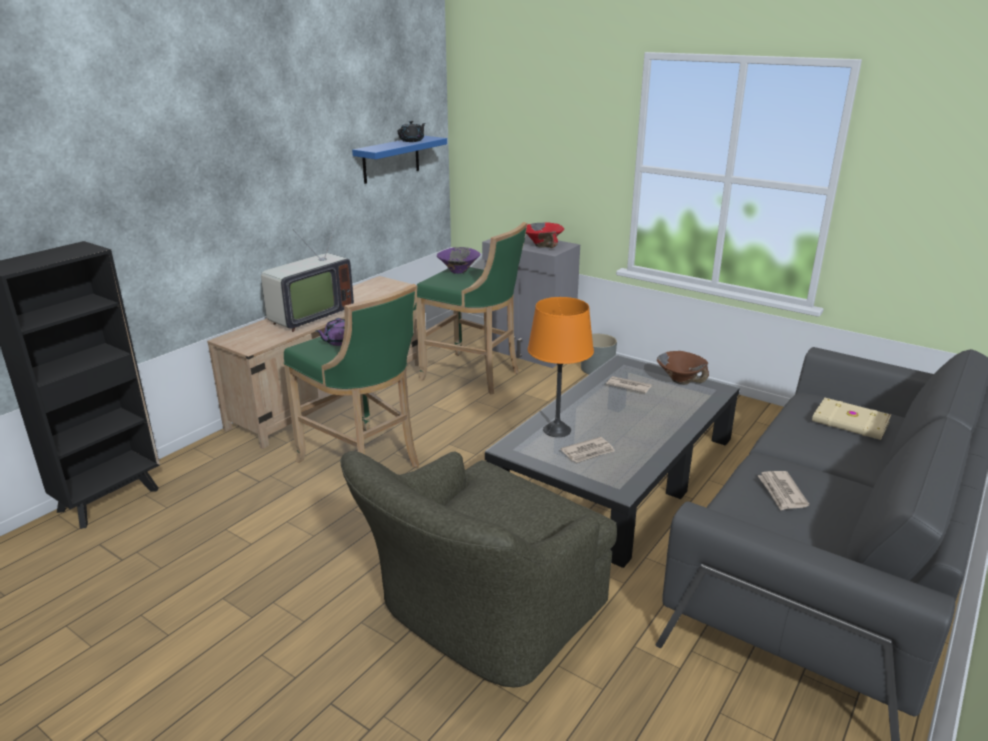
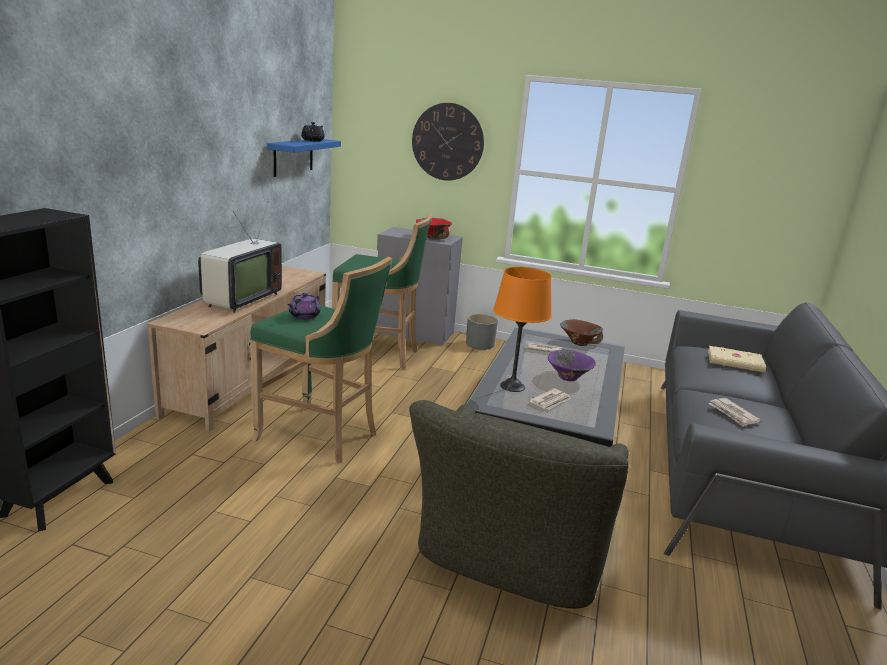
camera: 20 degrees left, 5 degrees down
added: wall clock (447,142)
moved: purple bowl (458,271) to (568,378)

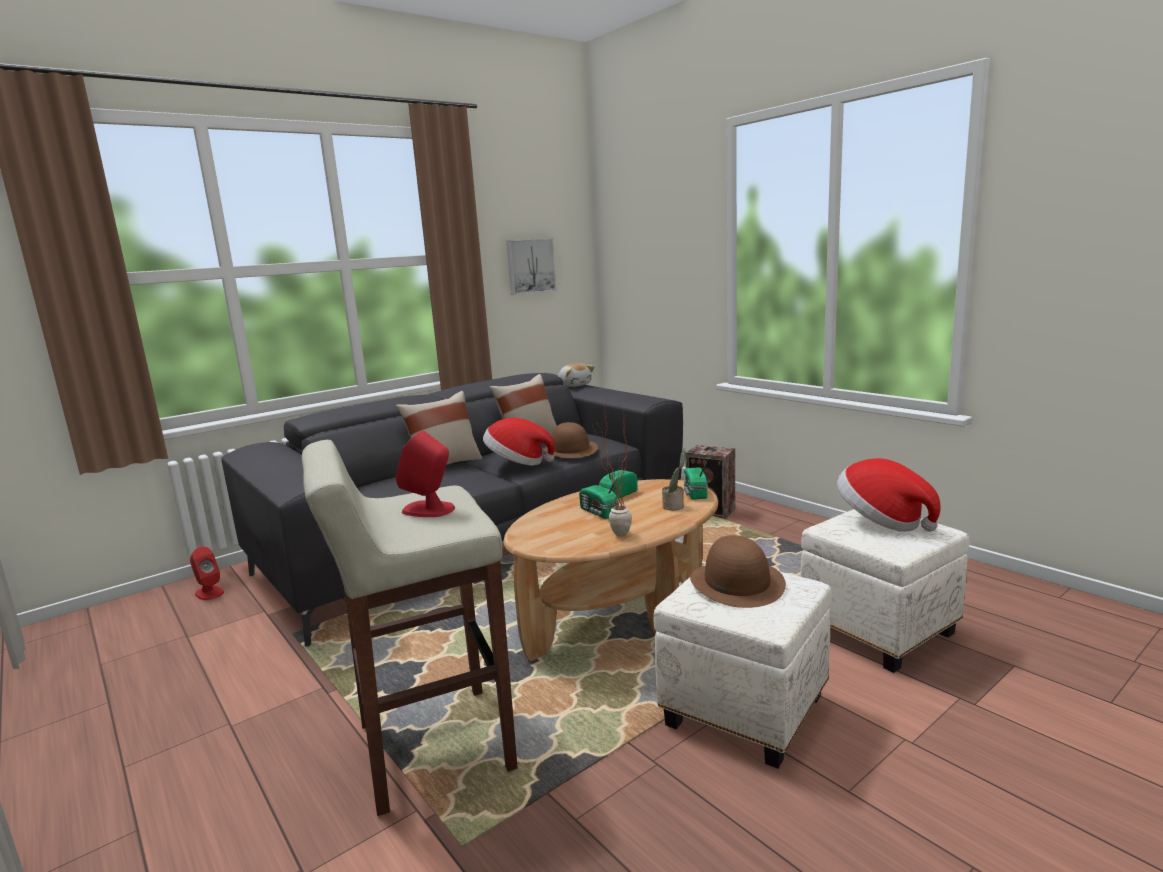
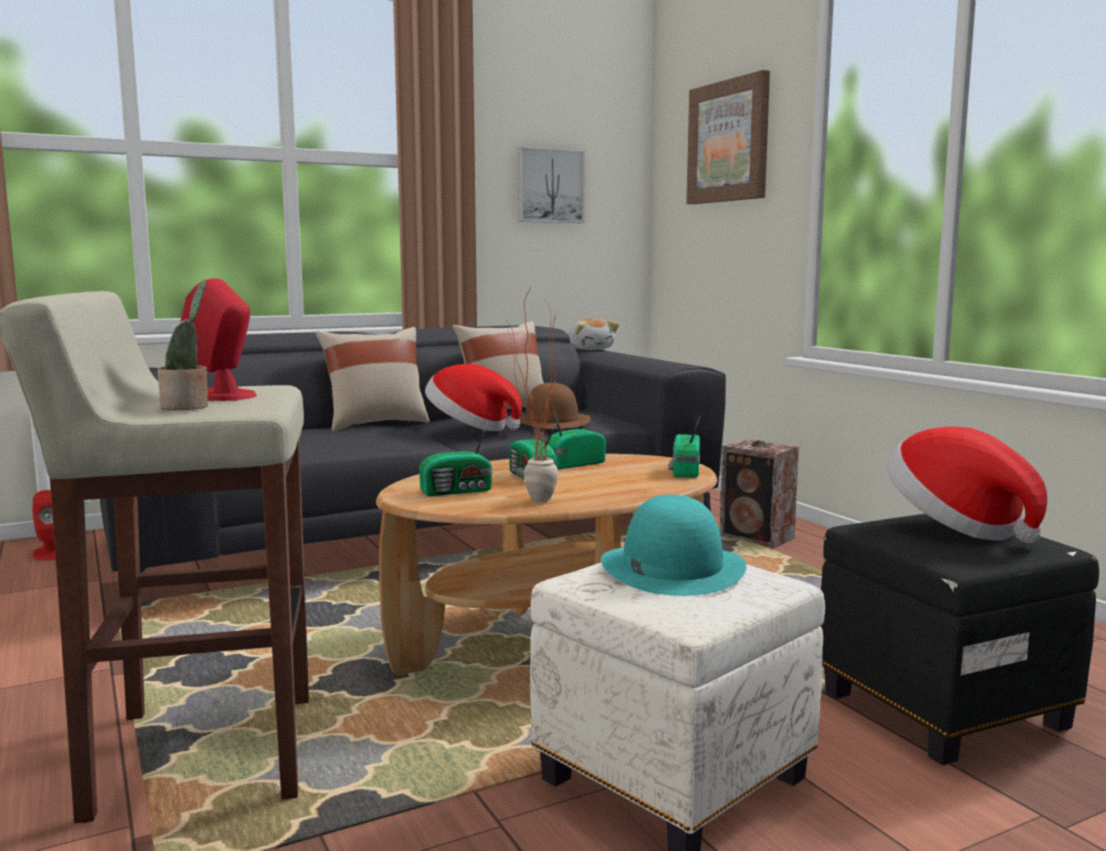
camera: 10 degrees right, 5 degrees down
added: radio (459,491); picture (729,141)
moved: potted plant (674,506) to (188,407)
recoloured: brown hat (736,583) to turquoise hat (672,568); white ottoman (878,632) to black ottoman (942,710)

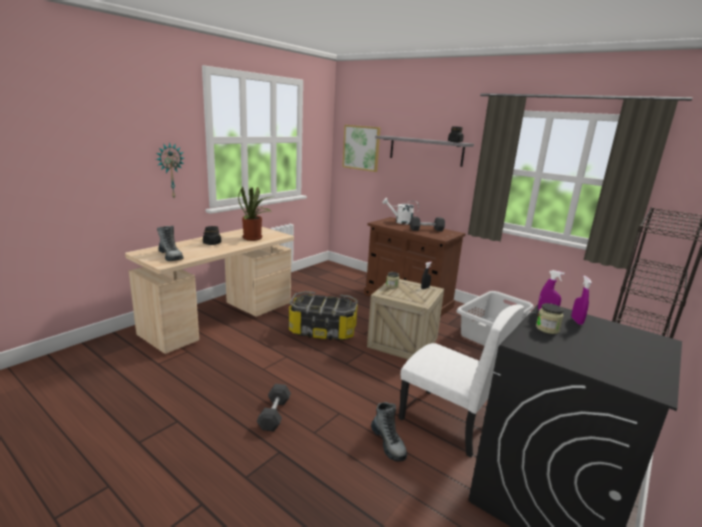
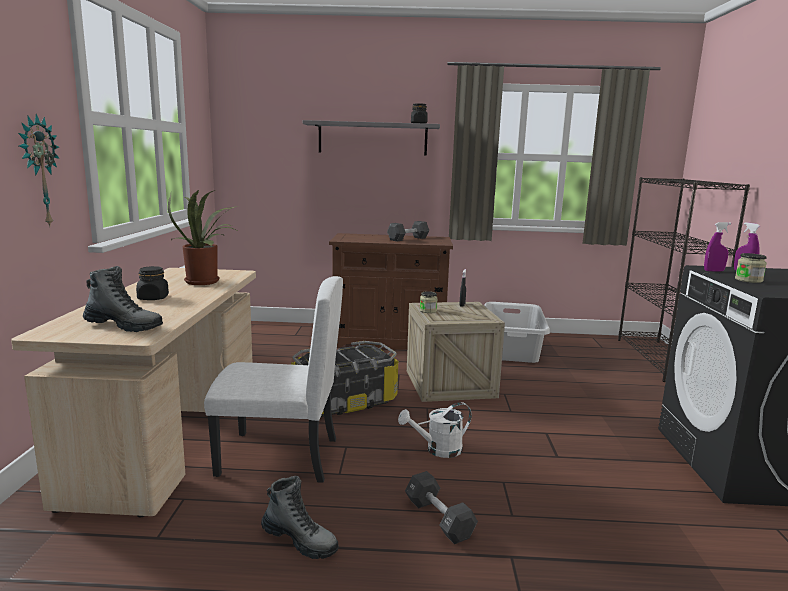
camera: 35 degrees left, 5 degrees down
removed: picture (361,148)
moved: boot (388,443) to (300,540); white watering can (400,222) to (438,450); white chair (446,421) to (278,457)

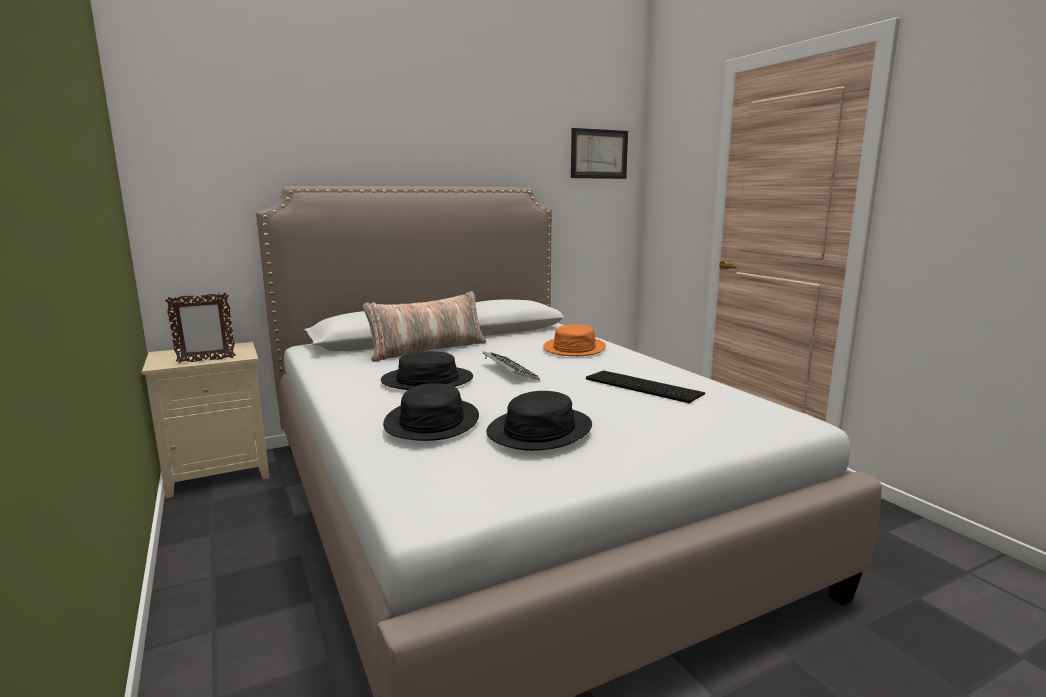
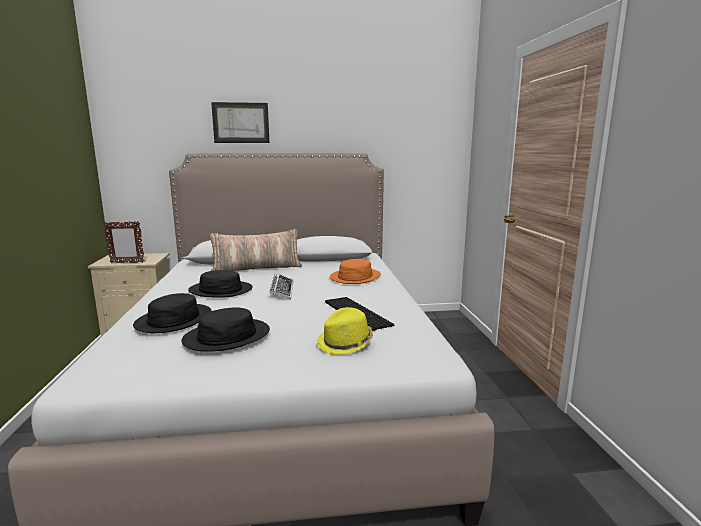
camera: 20 degrees right, 0 degrees up
added: yellow hat (346,343)
moved: picture (599,154) to (241,123)

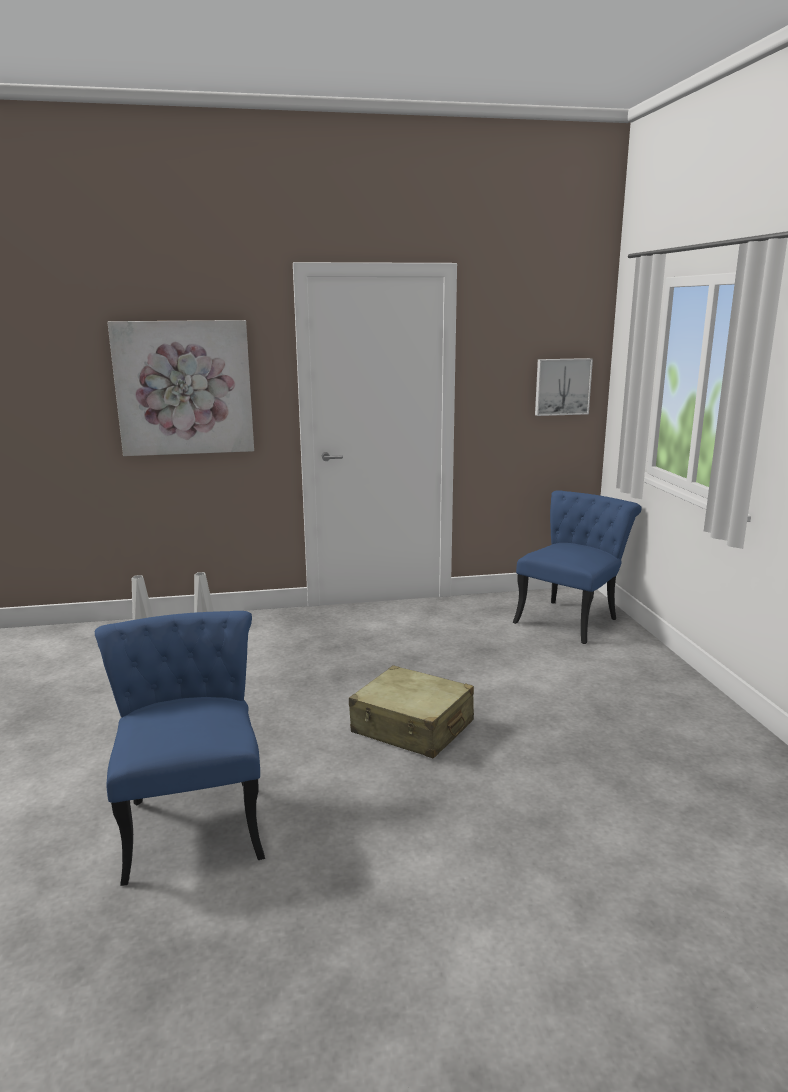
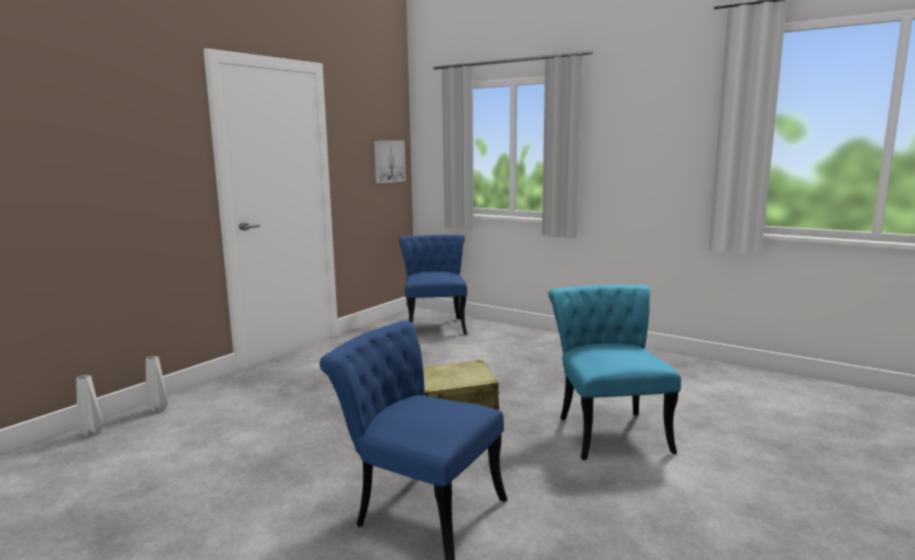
camera: 45 degrees left, 5 degrees down
removed: picture (184,388)
added: turquoise chair (608,429)

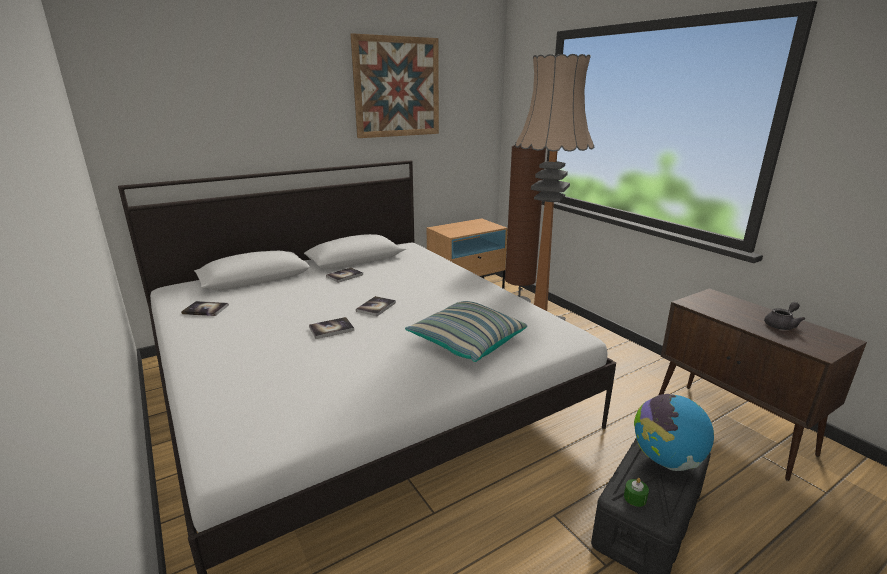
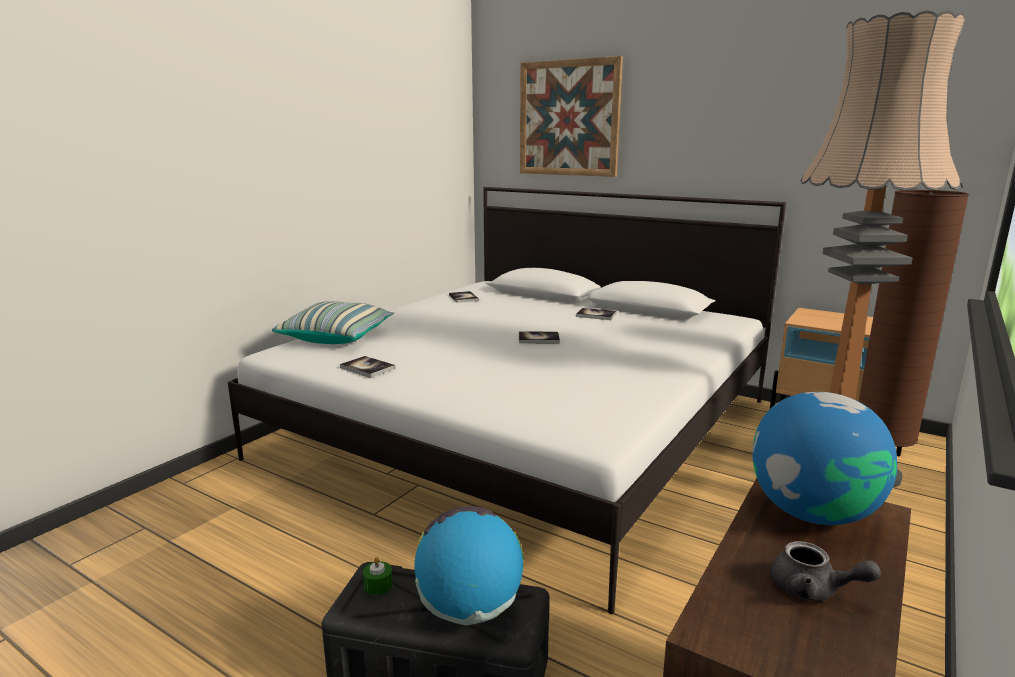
camera: 65 degrees right, 5 degrees down
added: globe (812,513)
moved: book (331,329) to (367,368); picture (397,87) to (568,118); pillow (466,343) to (337,337)

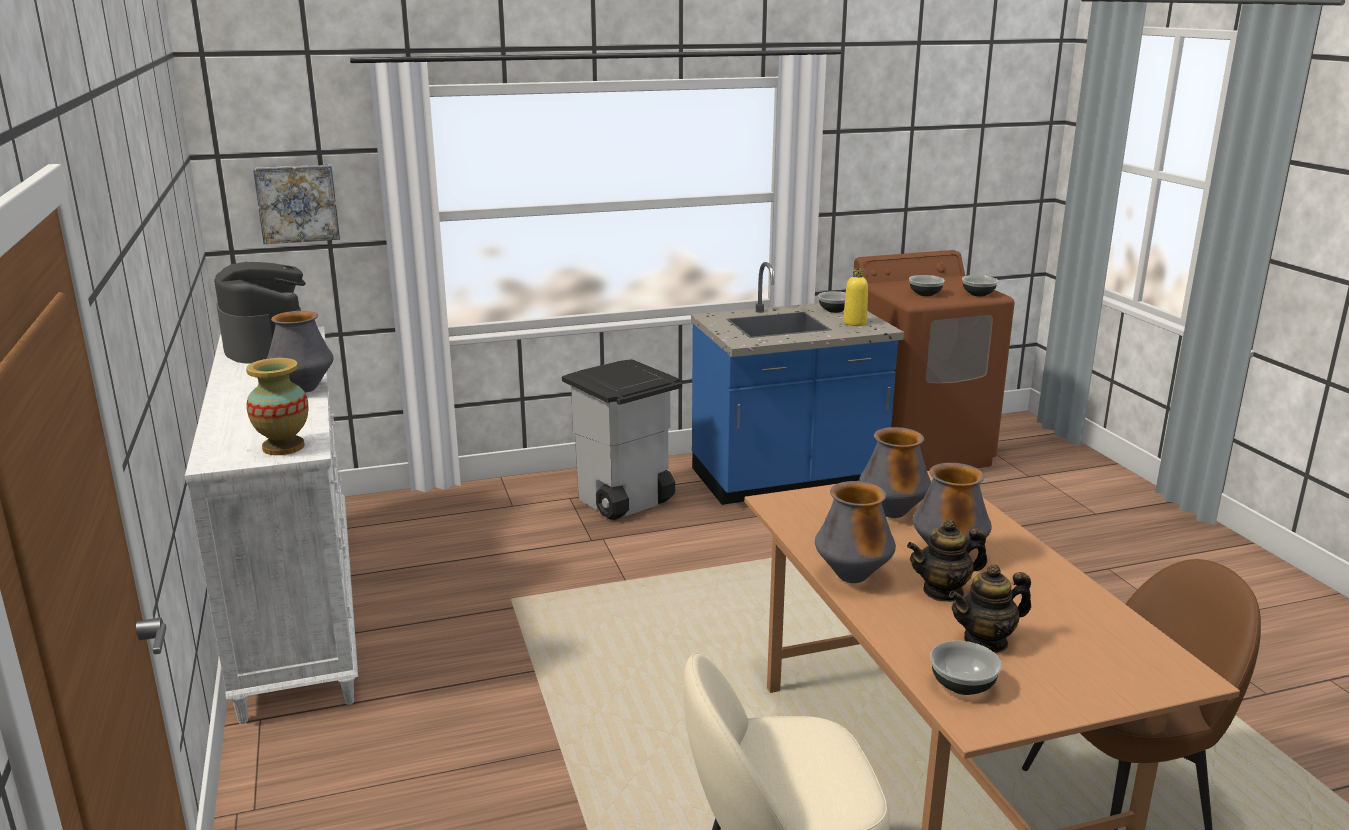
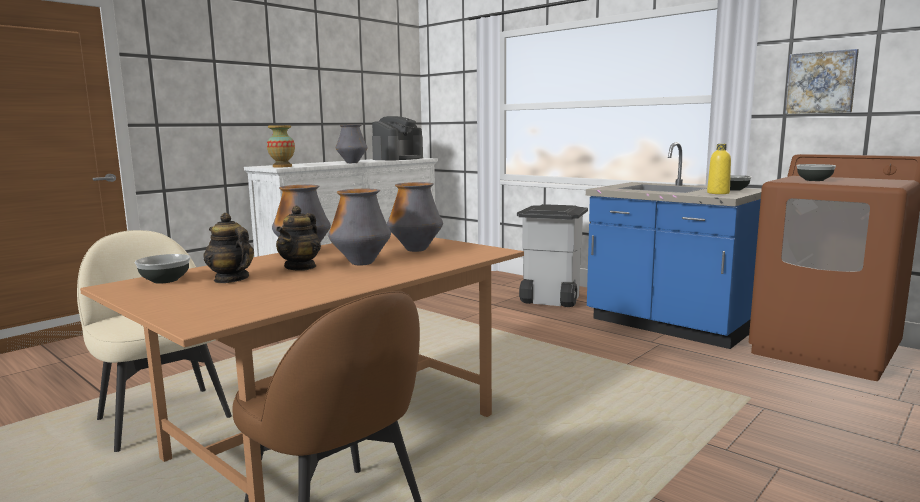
camera: 60 degrees right, 10 degrees down
removed: bowl (978,294)
moved: picture (297,203) to (821,83)
turned: teapot (943,591) = (300,267) 120 degrees counterclockwise

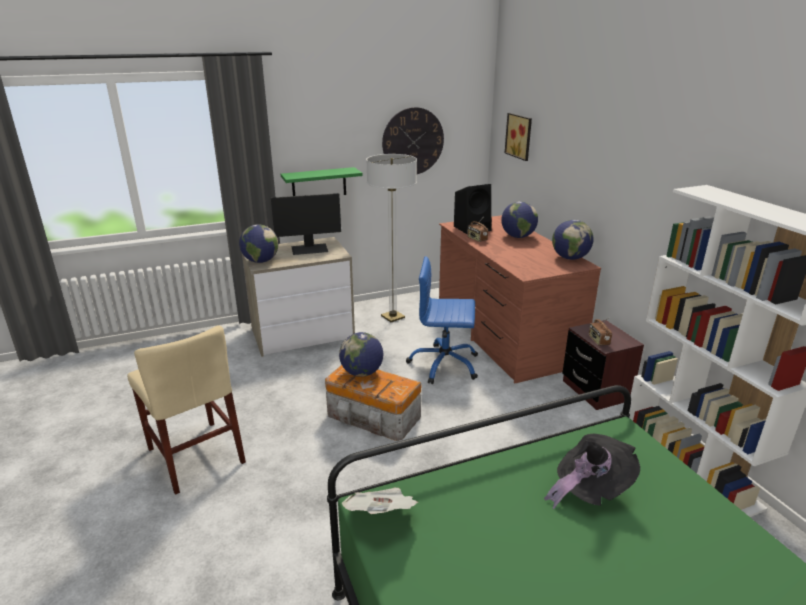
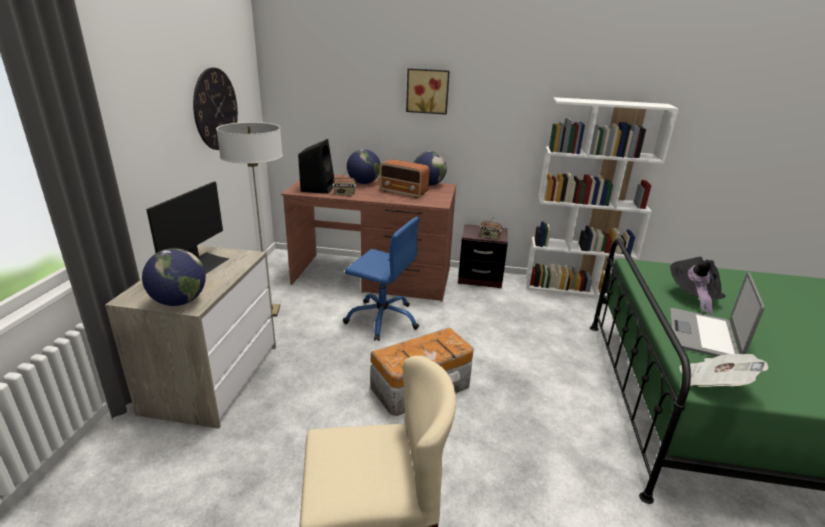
camera: 60 degrees left, 0 degrees up
removed: green shelf (319,183); globe (362,373)
added: radio (404,193); laptop (704,335)
moved: picture (520,136) to (427,91)
turned: blue office chair (444,365) = (382,319) 105 degrees counterclockwise

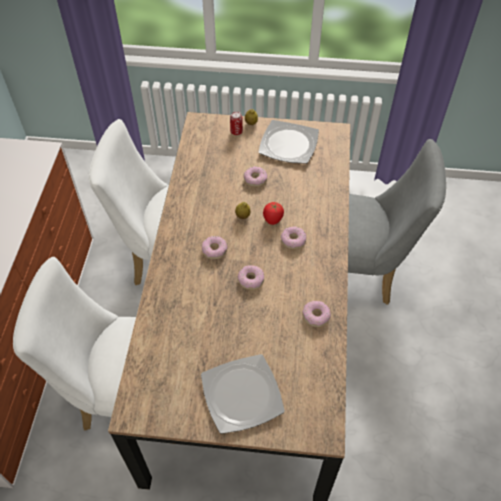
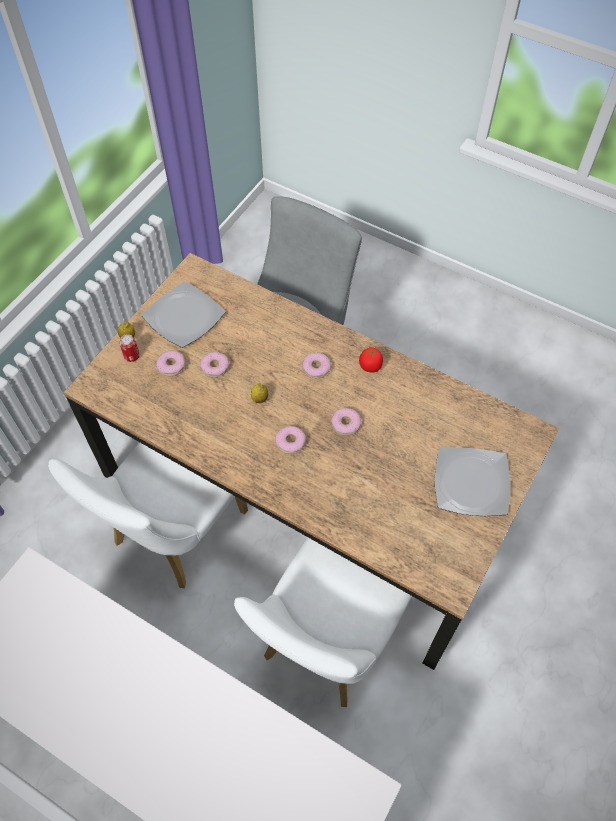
camera: 65 degrees left, 5 degrees up
moved: tomato (273,219) to (370,366); donut (316,316) to (171,366)

